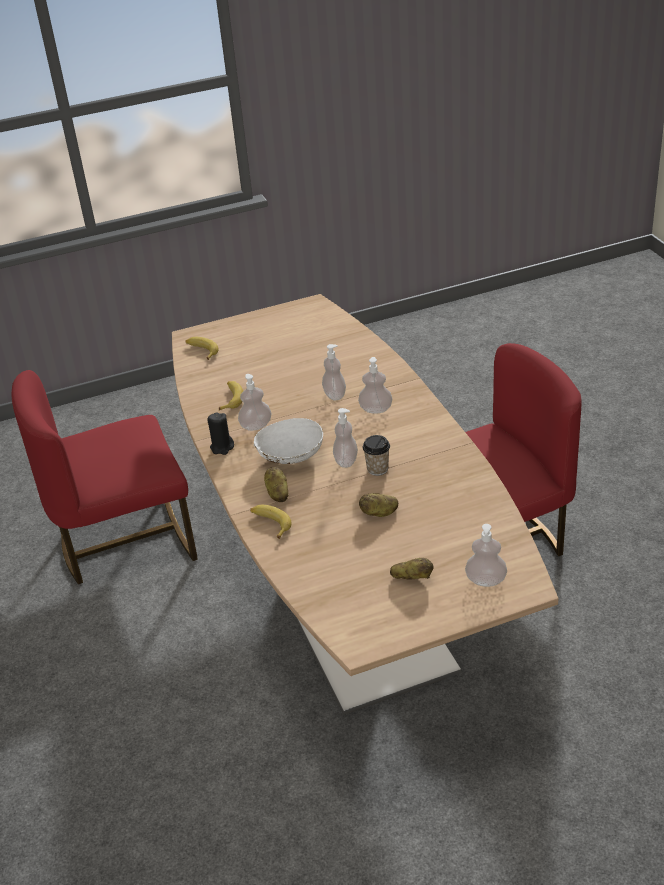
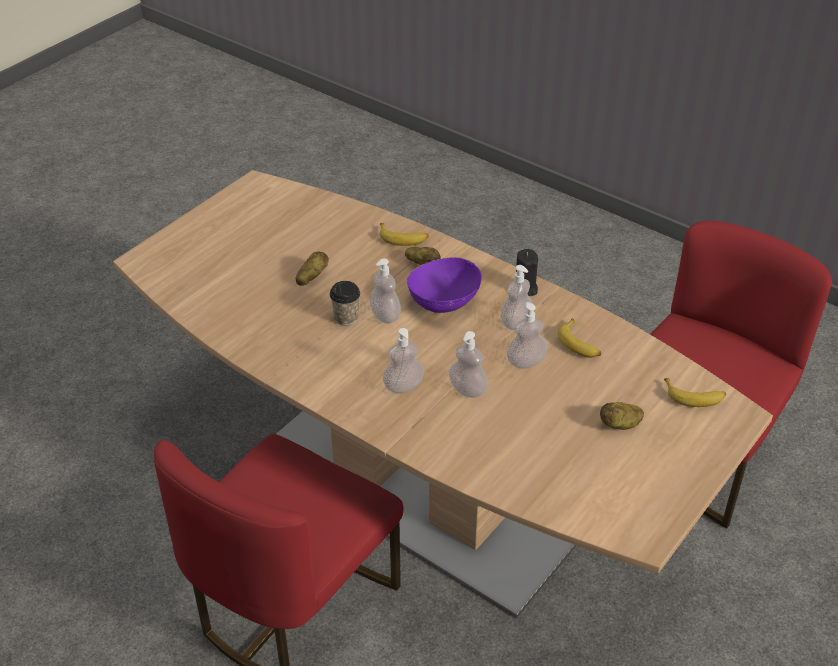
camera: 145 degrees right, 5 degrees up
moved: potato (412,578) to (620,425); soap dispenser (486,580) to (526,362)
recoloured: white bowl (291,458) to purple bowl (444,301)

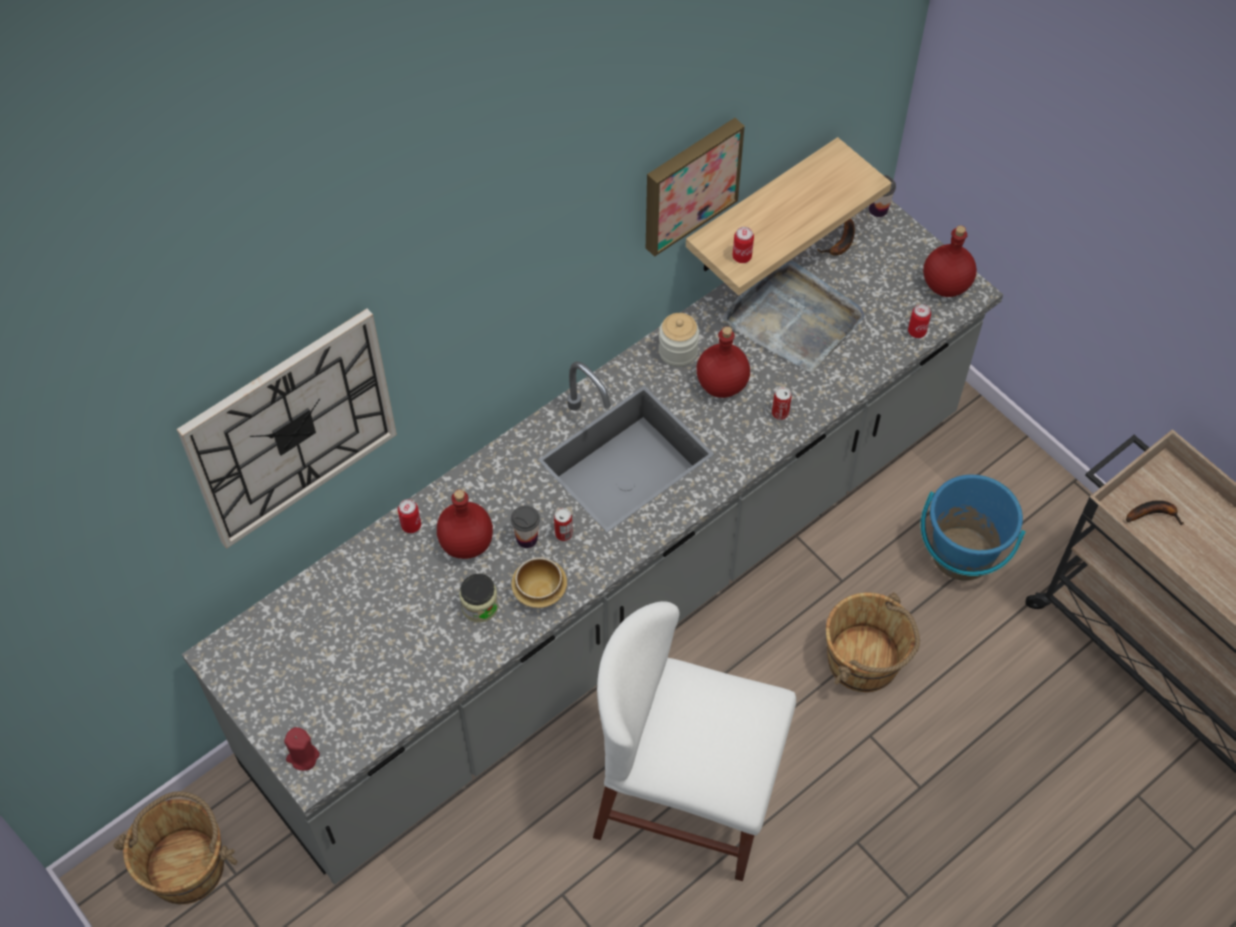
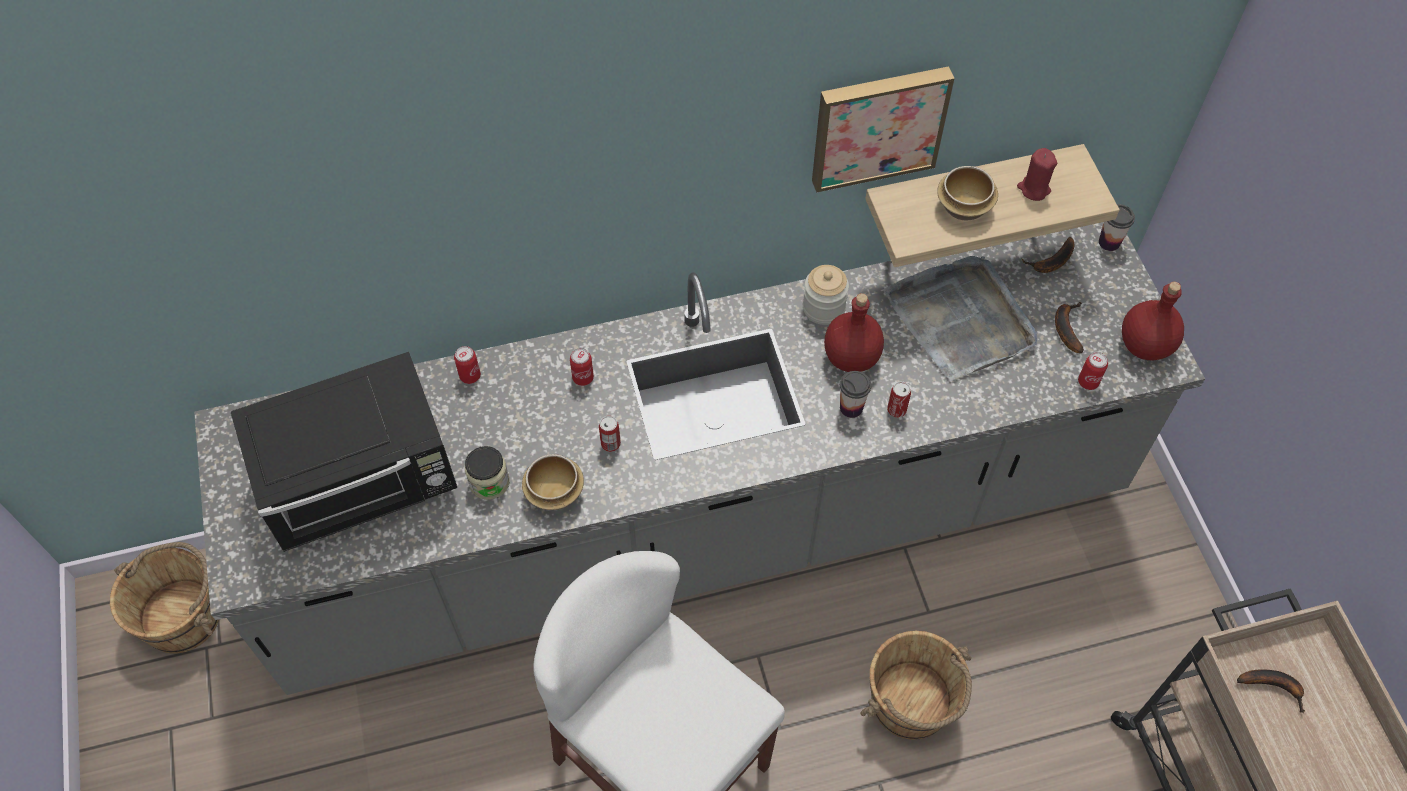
camera: 25 degrees right, 0 degrees up
removed: wall clock (291,429); red bottle (466,544); blue bucket (962,555)
added: black microwave (363,482); bowl (965,207); banana (1066,327)
moved: red candle (303,756) to (1033,189); cup (527,538) to (851,407); can (742,257) to (583,378)

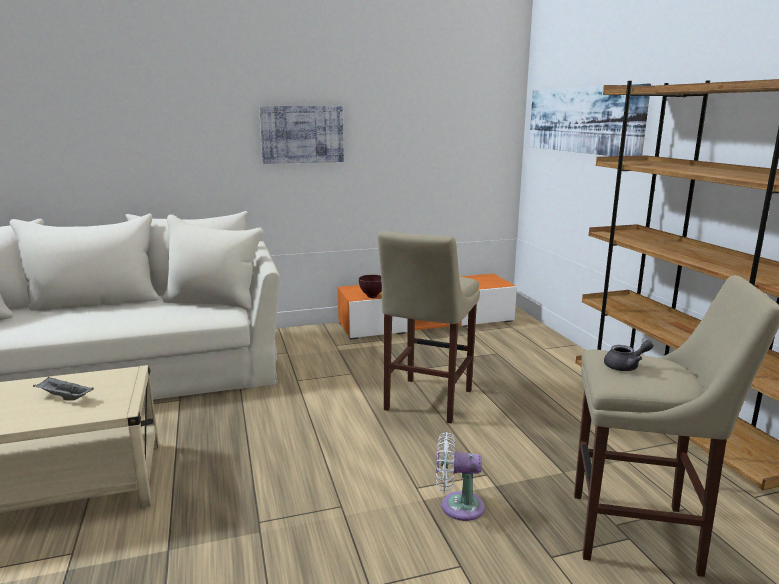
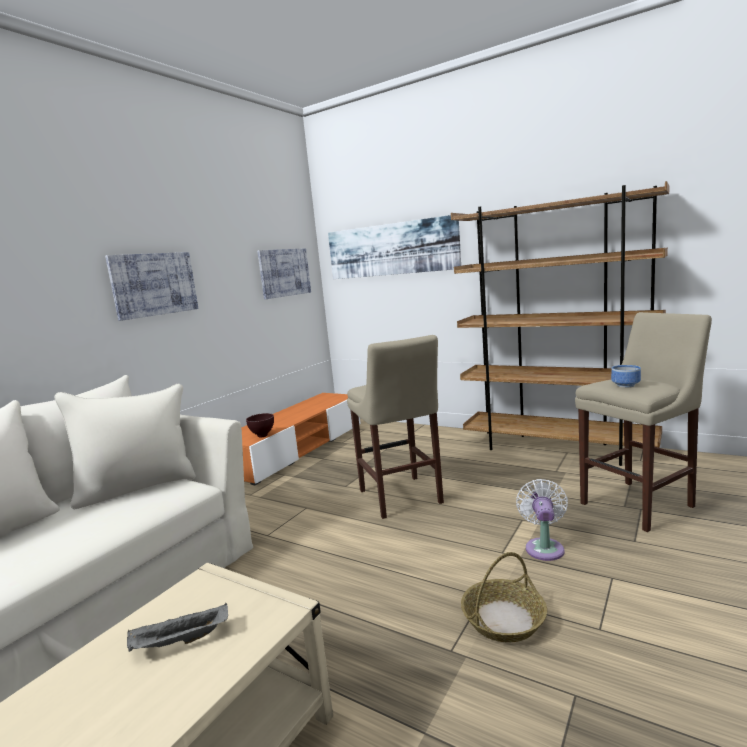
camera: 40 degrees left, 5 degrees down
added: picture (284,272); basket (503,619)
replaced: grey teapot (626,366) to bowl (624,385)
turned: white fan (457,506) = (544,547) 135 degrees clockwise

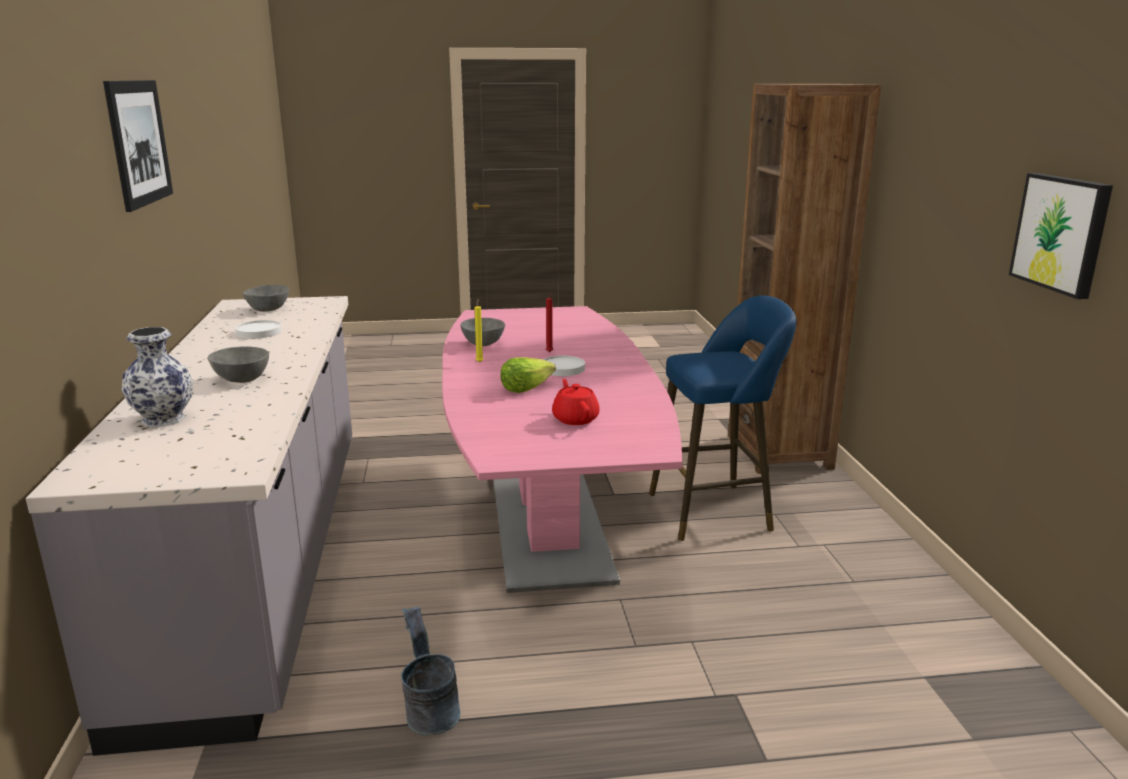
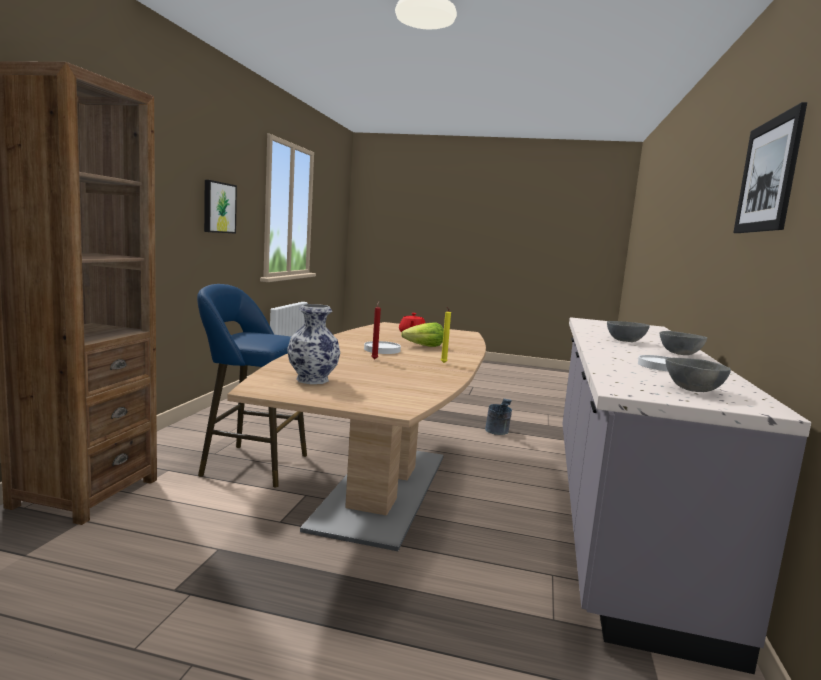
camera: 160 degrees left, 10 degrees down
moved: vase (163,420) to (312,379); grey bowl (483,343) to (680,354)
recoloured: pink dining table (548,519) to brown dining table (382,489)

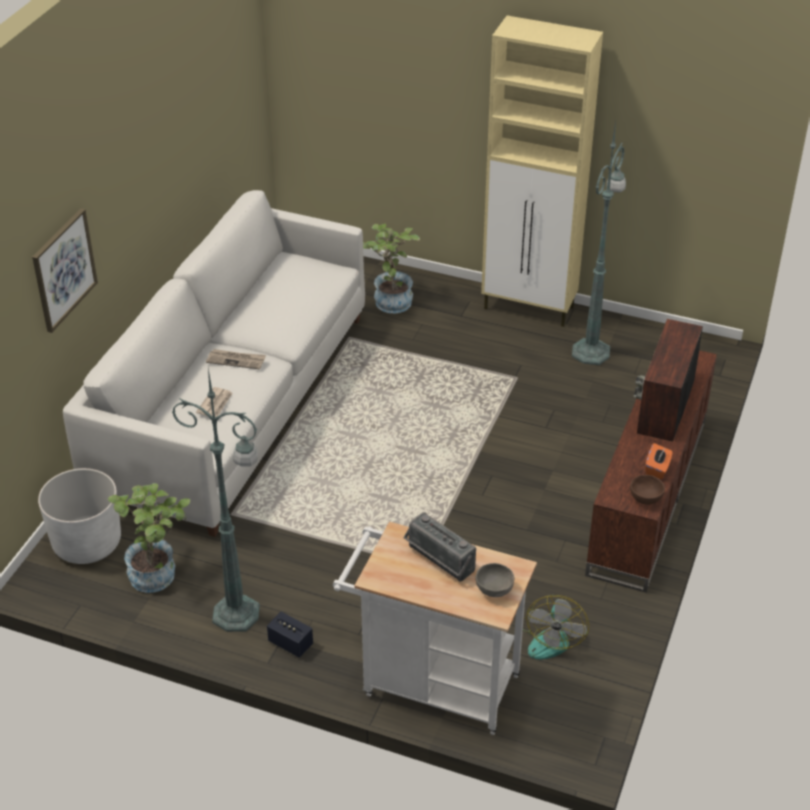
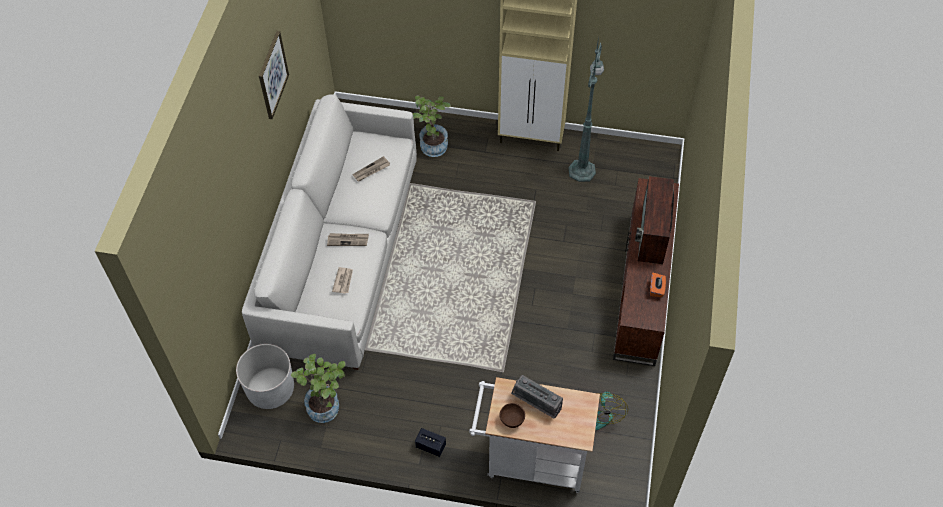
camera: 10 degrees left, 15 degrees up
removed: green floor lamp (238,615); grey bowl (494,591)
added: newspaper (371,170)
moved: picture (64,269) to (272,75); brown bowl (645,498) to (512,419)

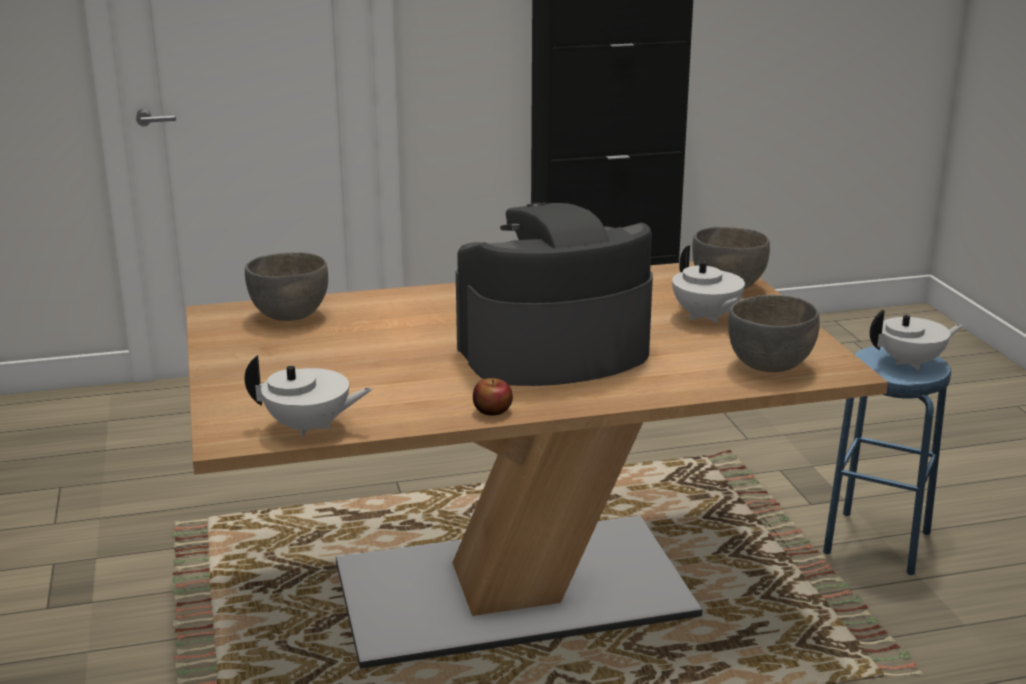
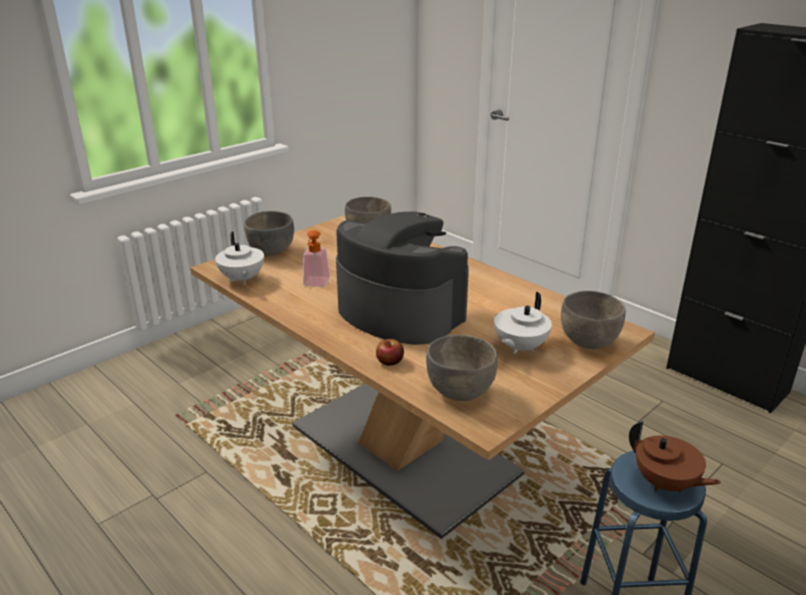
camera: 60 degrees right, 5 degrees up
added: grey bowl (271,251); soap dispenser (315,284)
moved: apple (492,410) to (390,361)
recoloured: white teapot (911,363) to brown teapot (665,484)

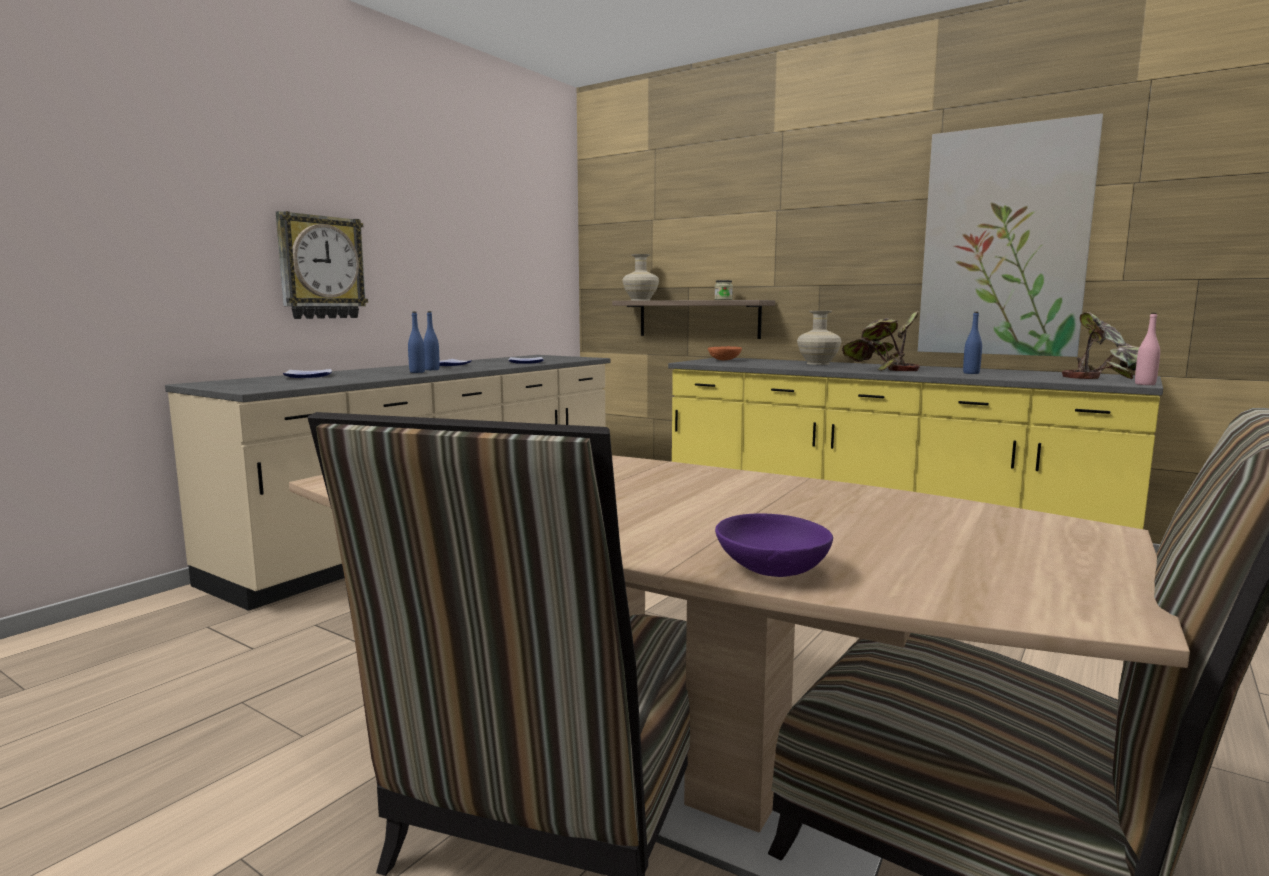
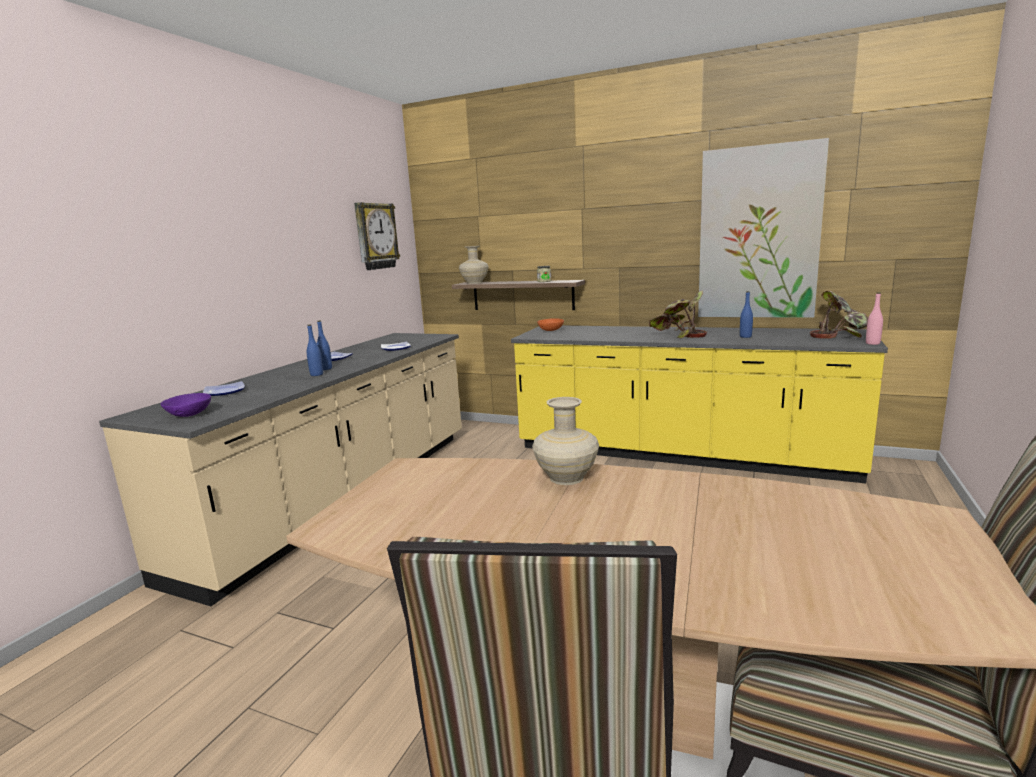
camera: 10 degrees left, 5 degrees up
moved: wall clock (321,267) to (375,236); purple bowl (773,570) to (190,414); beige vase (818,363) to (567,478)

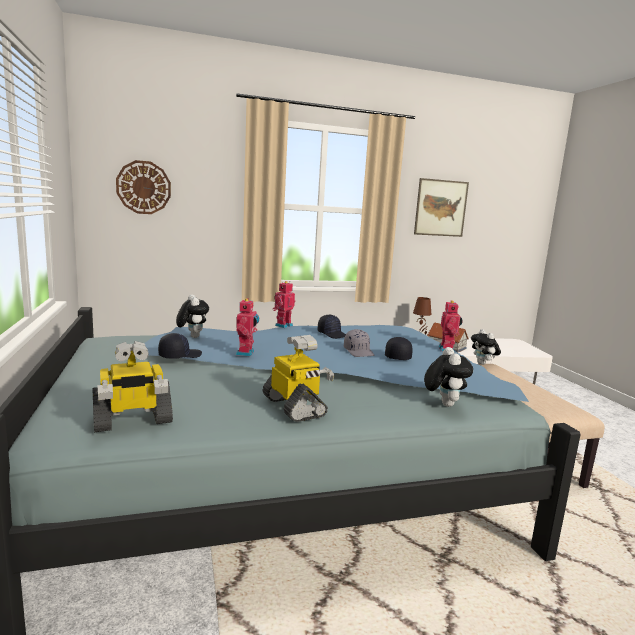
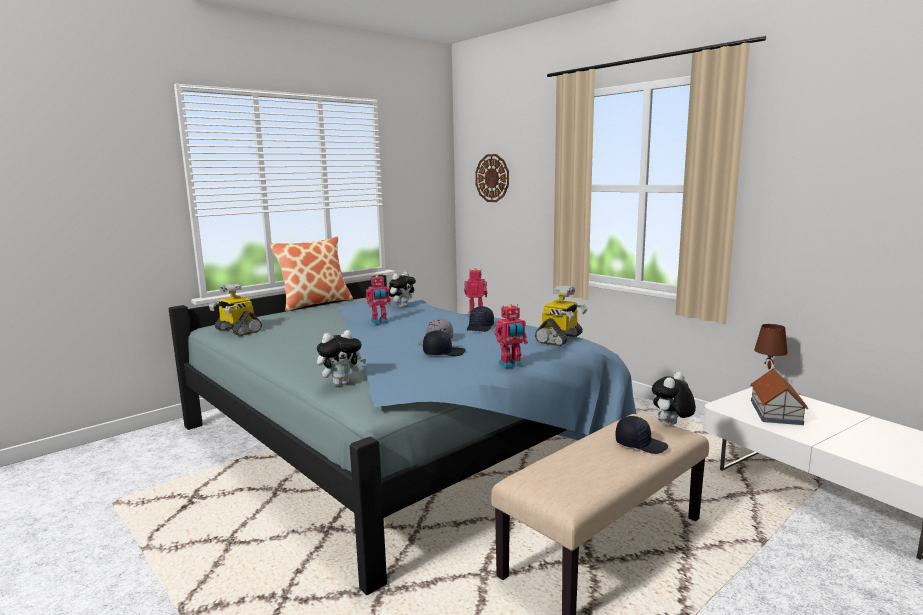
camera: 65 degrees right, 0 degrees up
removed: picture (441,208)
added: pillow (315,303)
moved: black cap (179,355) to (640,444); toy robot (295,407) to (560,339)

